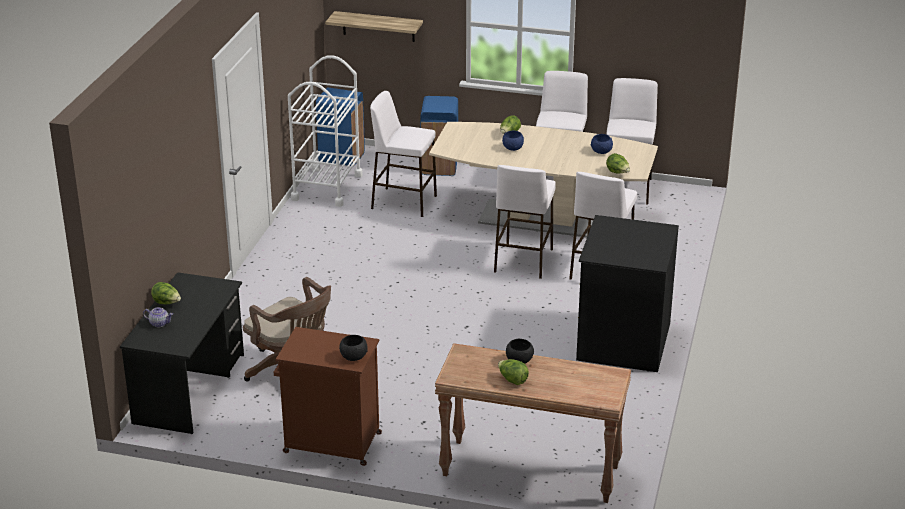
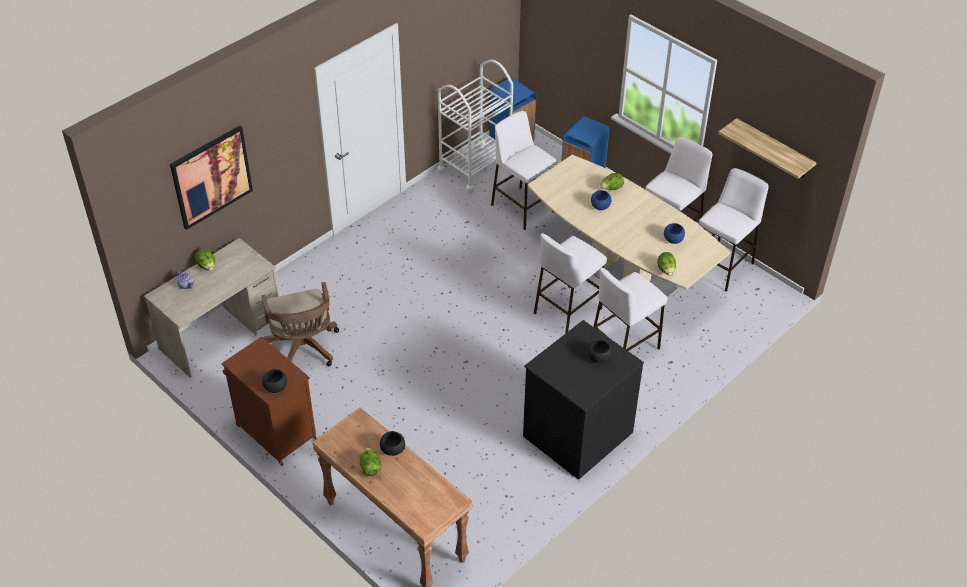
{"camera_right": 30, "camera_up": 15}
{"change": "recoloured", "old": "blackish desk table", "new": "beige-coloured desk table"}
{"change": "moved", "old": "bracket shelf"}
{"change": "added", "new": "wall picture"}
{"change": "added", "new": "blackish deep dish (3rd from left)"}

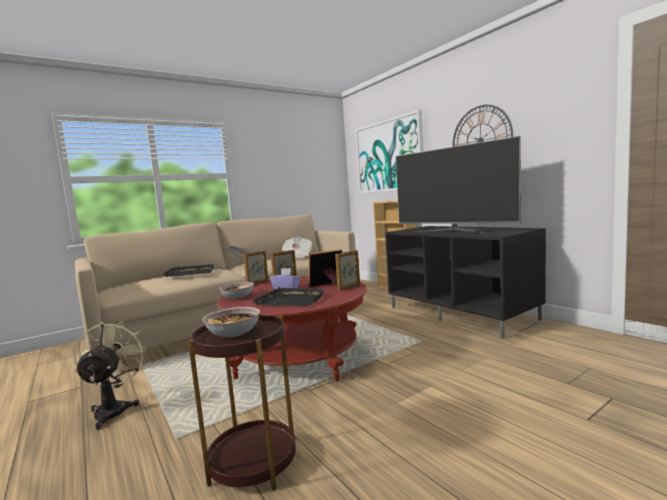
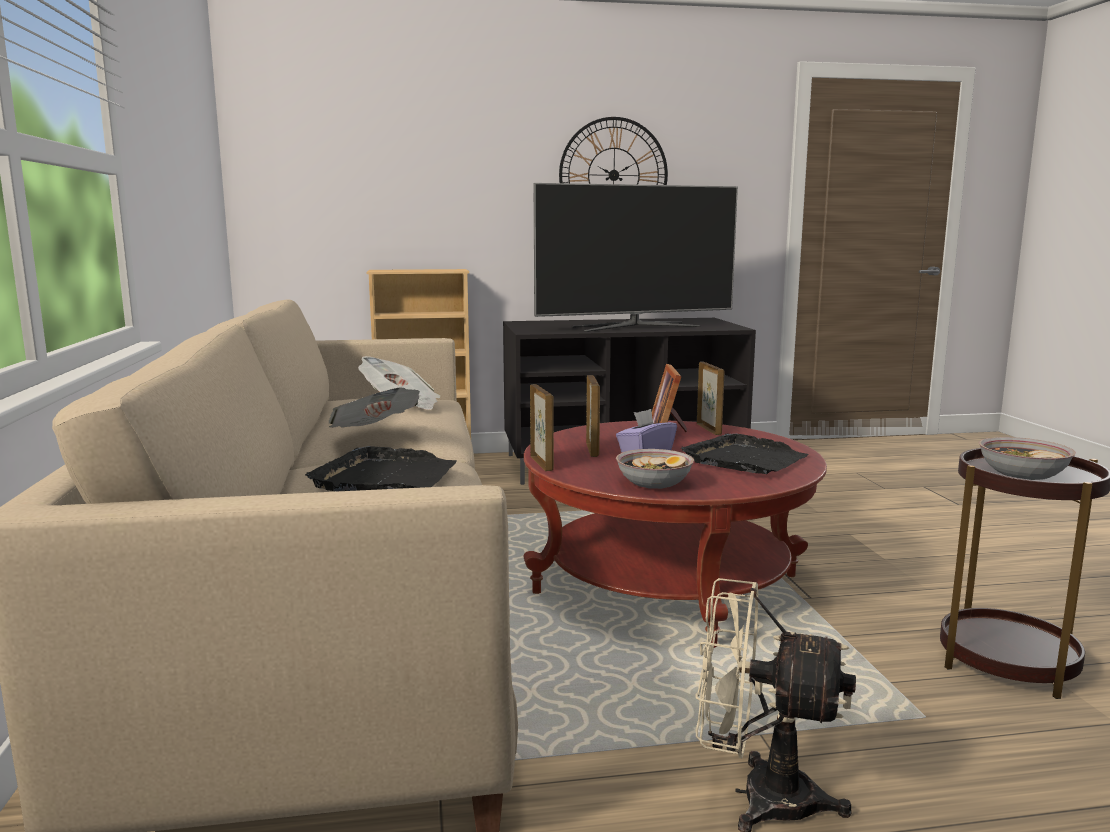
{"camera_right": -65, "camera_up": 5}
{"change": "removed", "old": "wall picture"}

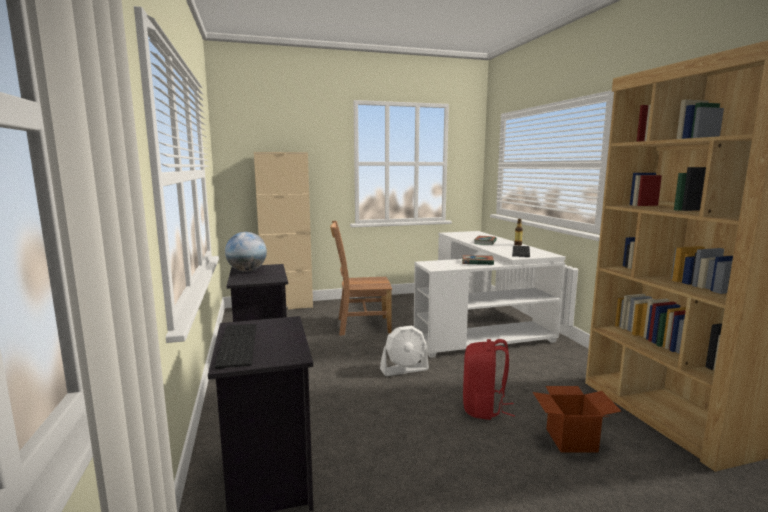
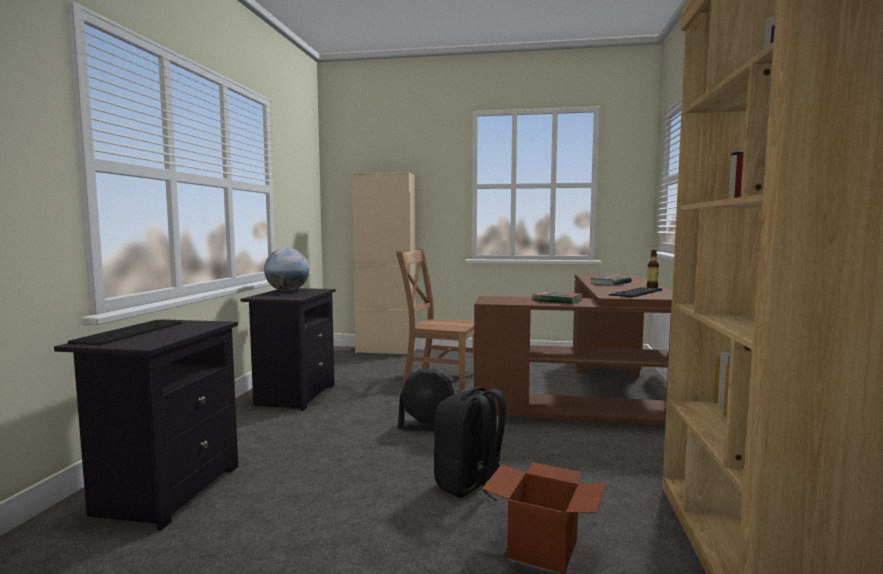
{"camera_right": 25, "camera_up": -5}
{"change": "recoloured", "old": "whitish electric fan", "new": "blackish electric fan"}
{"change": "recoloured", "old": "whitish desk table", "new": "brownish desk table"}
{"change": "recoloured", "old": "red backpack", "new": "blackish backpack"}

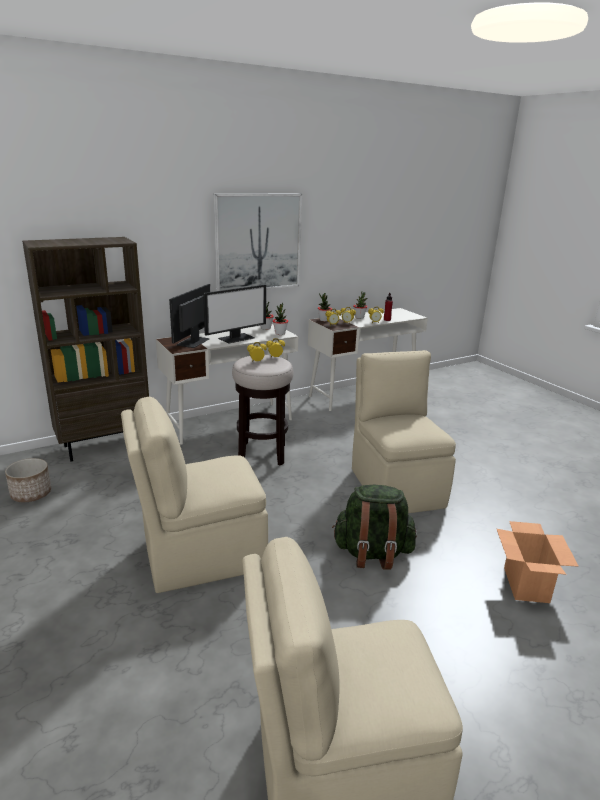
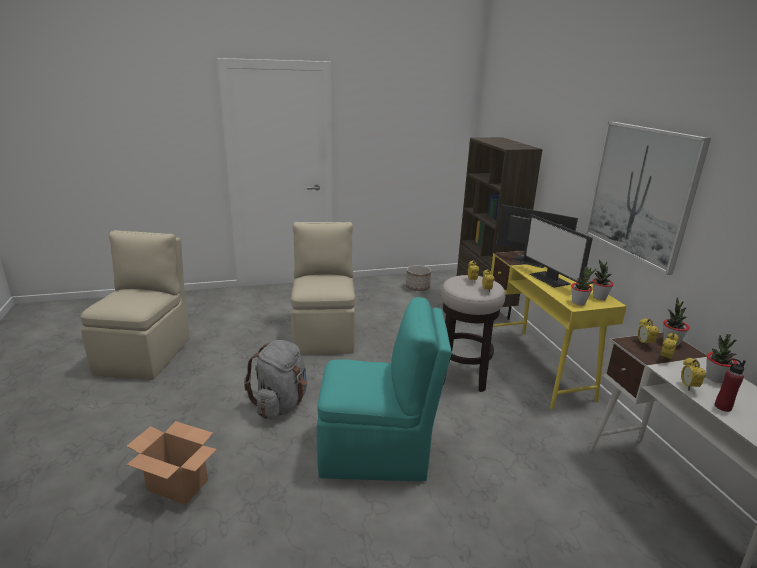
{"camera_right": 105, "camera_up": 0}
{"change": "recoloured", "old": "whitish desk table (1st from left)", "new": "yellow desk table"}
{"change": "recoloured", "old": "greenish backpack", "new": "greyish backpack"}
{"change": "recoloured", "old": "beige-coloured chair (3rd from left)", "new": "turquoise-coloured chair"}

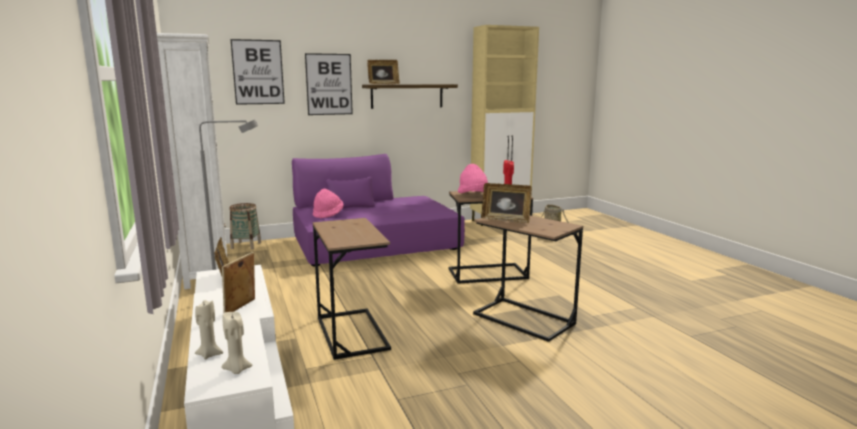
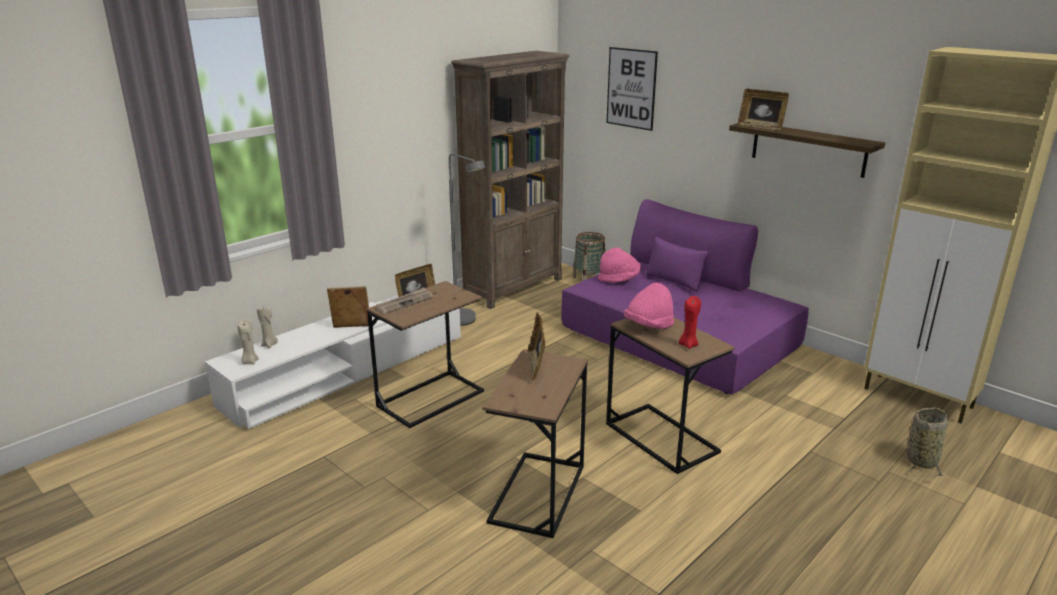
{"camera_right": 65, "camera_up": 10}
{"change": "recoloured", "old": "whitish bookcase", "new": "brownish bookcase"}
{"change": "removed", "old": "wall picture (2nd from left)"}
{"change": "added", "new": "newspaper"}

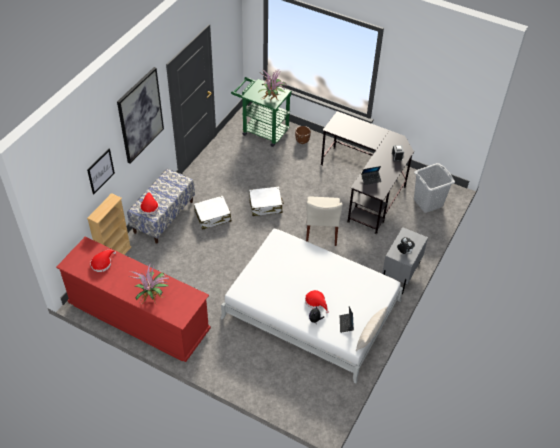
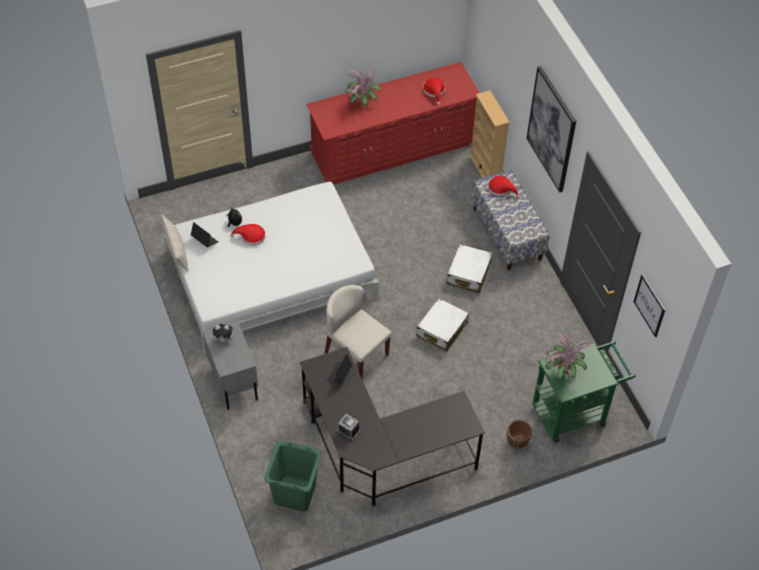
{"camera_right": 130, "camera_up": 5}
{"change": "moved", "old": "wall picture (1st from left in the first image)", "new": "wall picture (2nd from left)"}
{"change": "recoloured", "old": "greyish laundry basket", "new": "greenish laundry basket"}

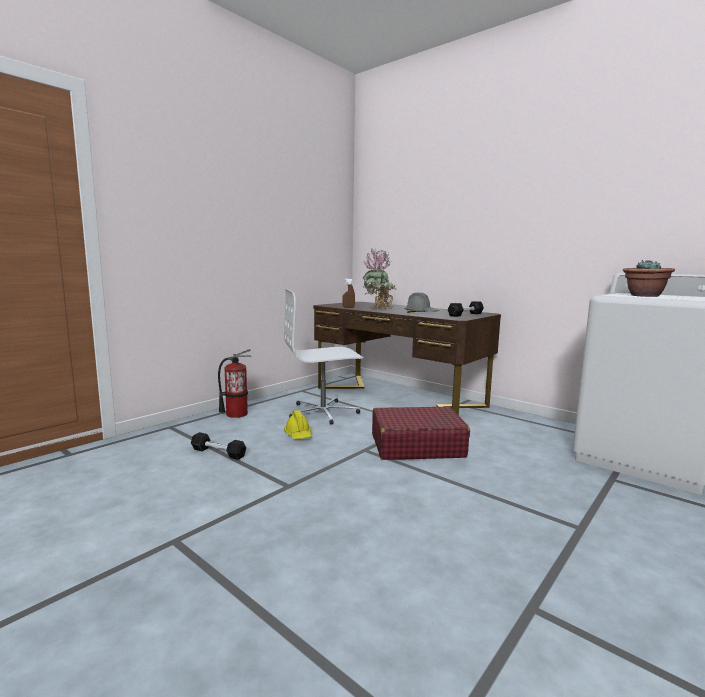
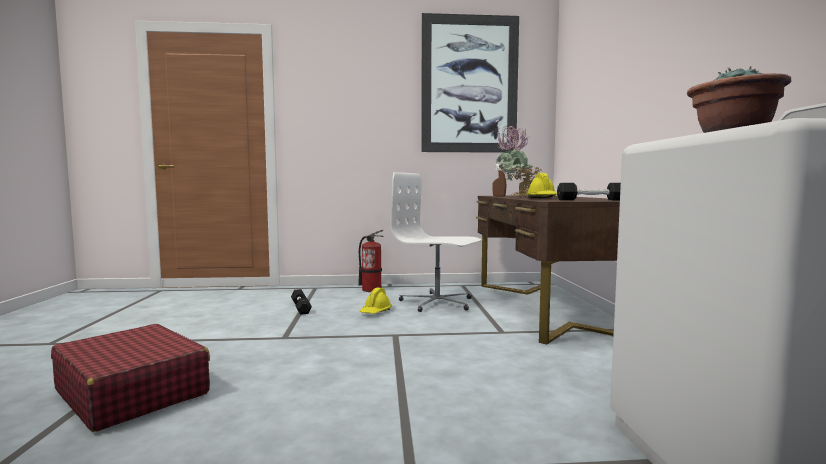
{"camera_right": 45, "camera_up": -5}
{"change": "moved", "old": "red suitcase"}
{"change": "recoloured", "old": "greyish safety helmet", "new": "yellow safety helmet (2nd from left)"}
{"change": "added", "new": "wall picture"}

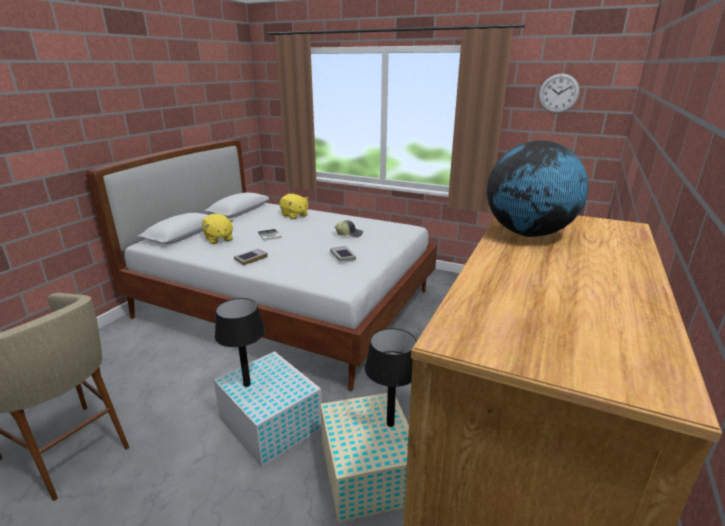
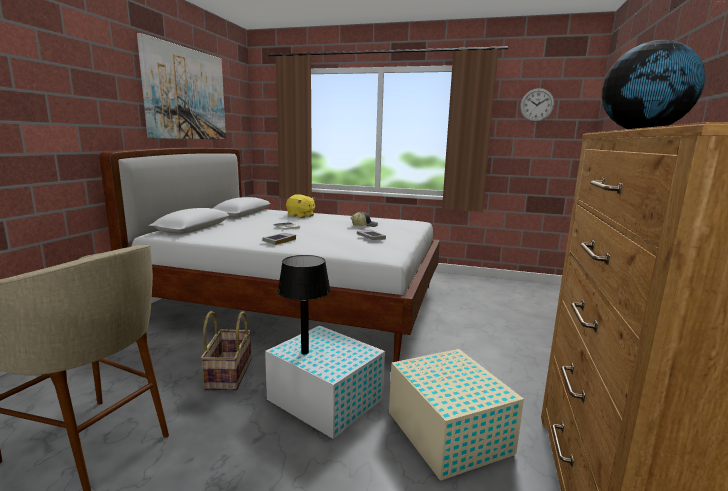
{"camera_right": -10, "camera_up": -10}
{"change": "removed", "old": "yellow soft toy (1st from left)"}
{"change": "removed", "old": "blackish table lamp (2nd from left)"}
{"change": "added", "new": "wall picture"}
{"change": "added", "new": "basket"}

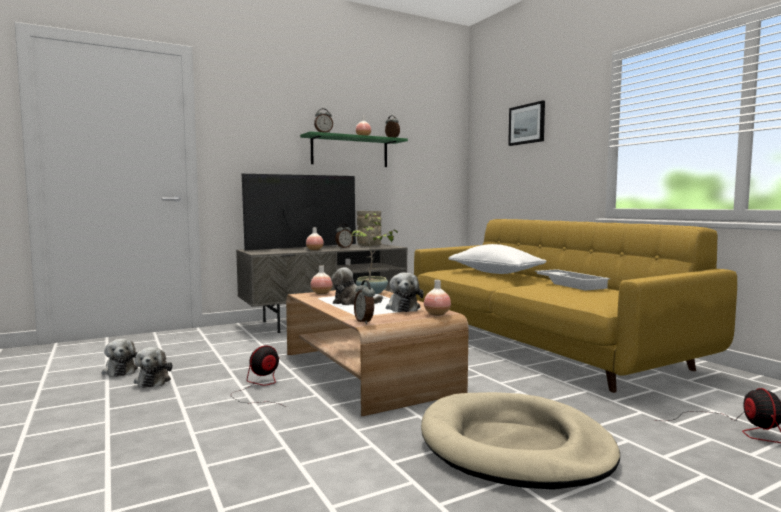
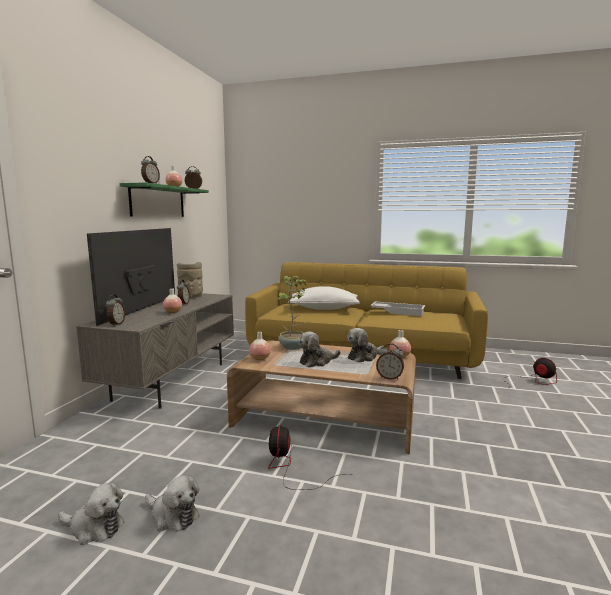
{"camera_right": -45, "camera_up": 5}
{"change": "turned", "old": "soft toy (4th from left)", "degrees": 105}
{"change": "removed", "old": "beige-coloured pet bed"}
{"change": "removed", "old": "wall picture"}
{"change": "added", "new": "bedside clock (1st from left)"}

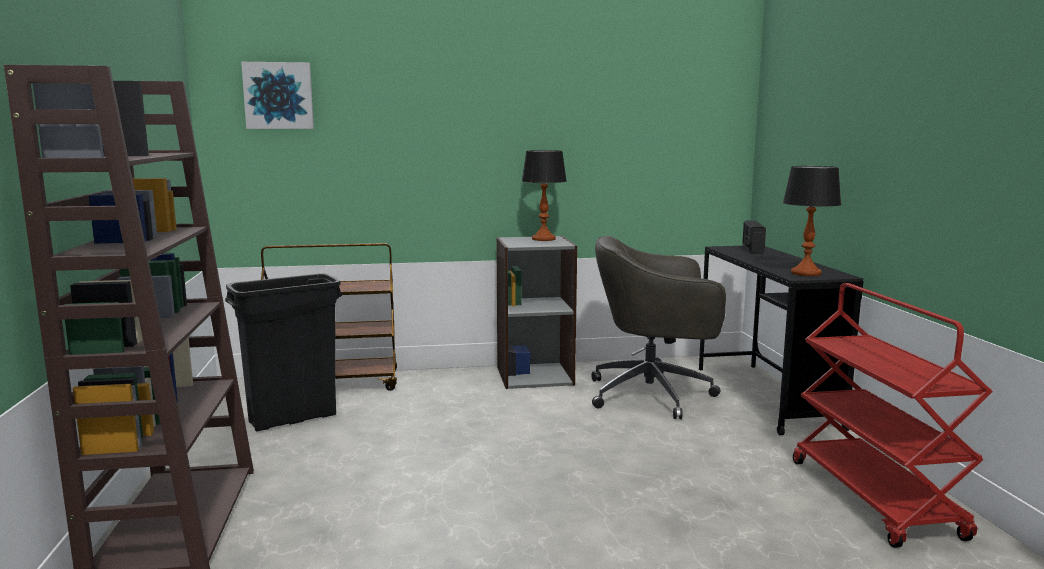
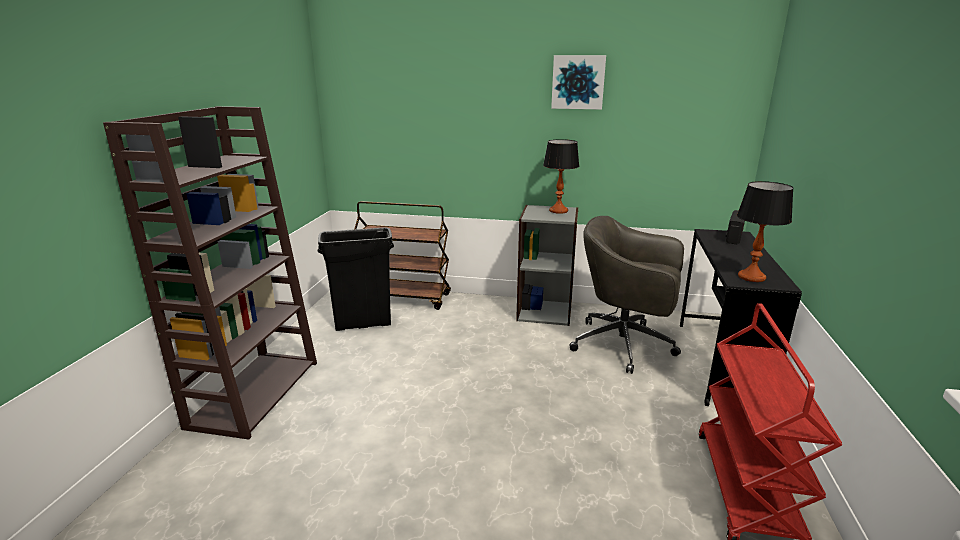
{"camera_right": 20, "camera_up": 10}
{"change": "moved", "old": "wall picture"}

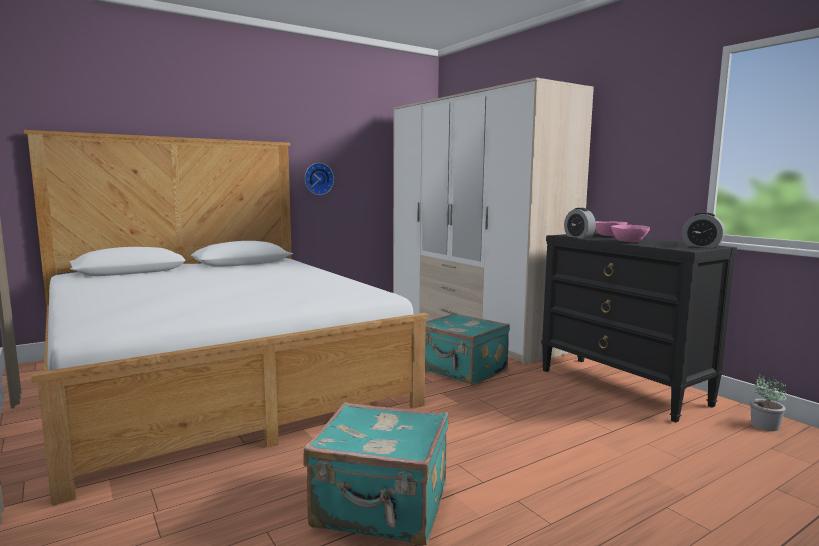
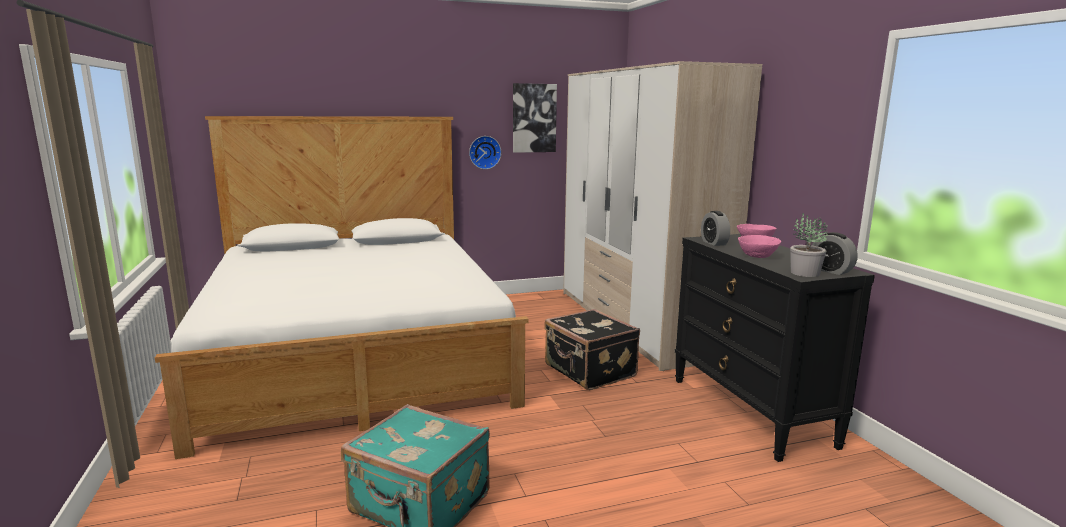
{"camera_right": 15, "camera_up": 5}
{"change": "recoloured", "old": "turquoise-coloured suitcase (2nd from left)", "new": "blackish suitcase"}
{"change": "moved", "old": "plant in a pot"}
{"change": "added", "new": "wall picture"}

